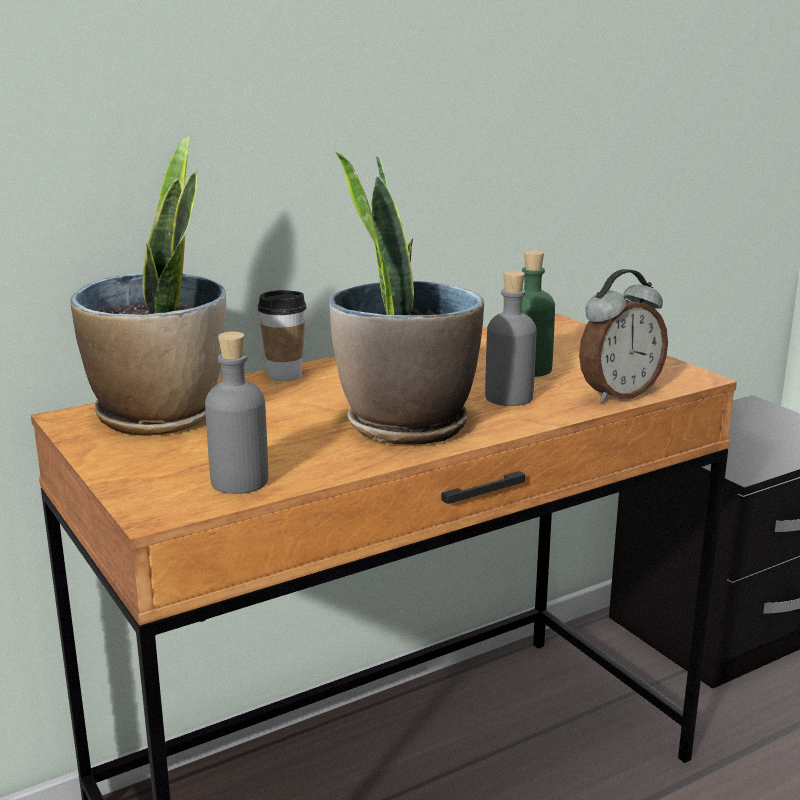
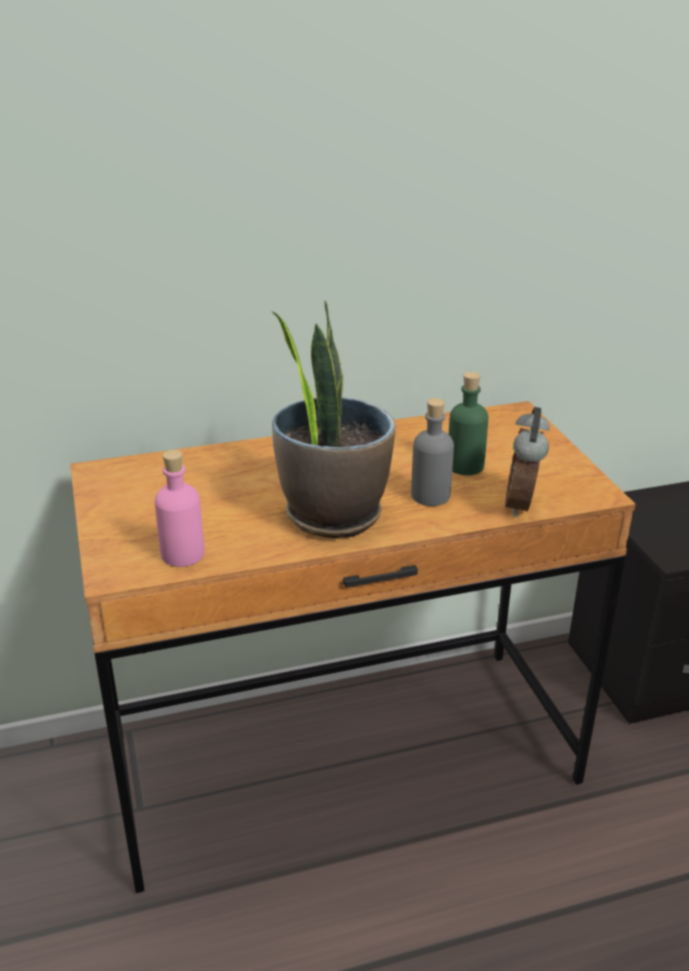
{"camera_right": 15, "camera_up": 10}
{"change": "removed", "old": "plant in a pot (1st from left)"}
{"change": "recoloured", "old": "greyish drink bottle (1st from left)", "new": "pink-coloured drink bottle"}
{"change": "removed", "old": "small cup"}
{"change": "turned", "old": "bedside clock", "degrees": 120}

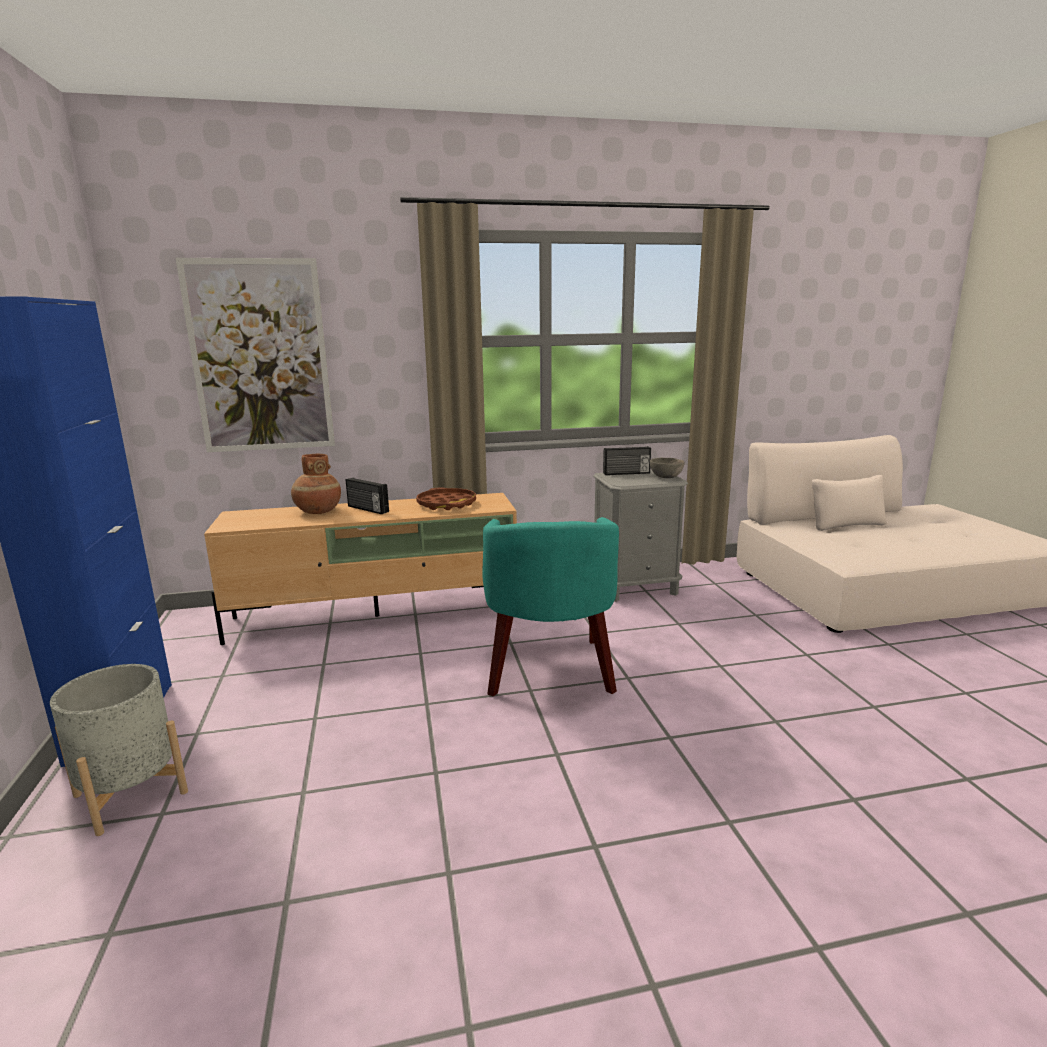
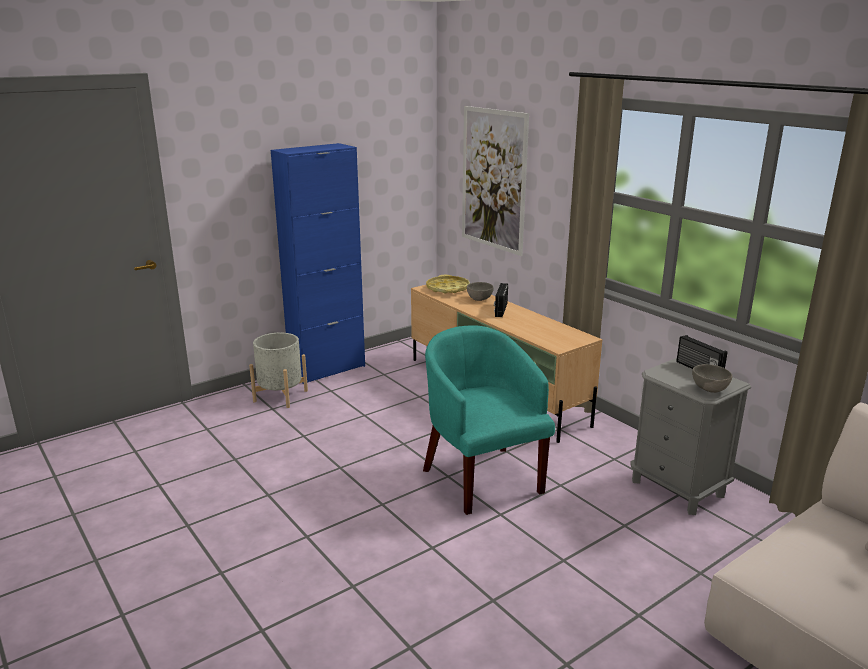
{"camera_right": 65, "camera_up": 5}
{"change": "replaced", "old": "brownish decorative vase", "new": "greyish deep dish (1st from left)"}
{"change": "removed", "old": "brownish carrying tray"}
{"change": "turned", "old": "turquoise-coloured armchair", "degrees": 90}
{"change": "added", "new": "yellow carrying tray"}

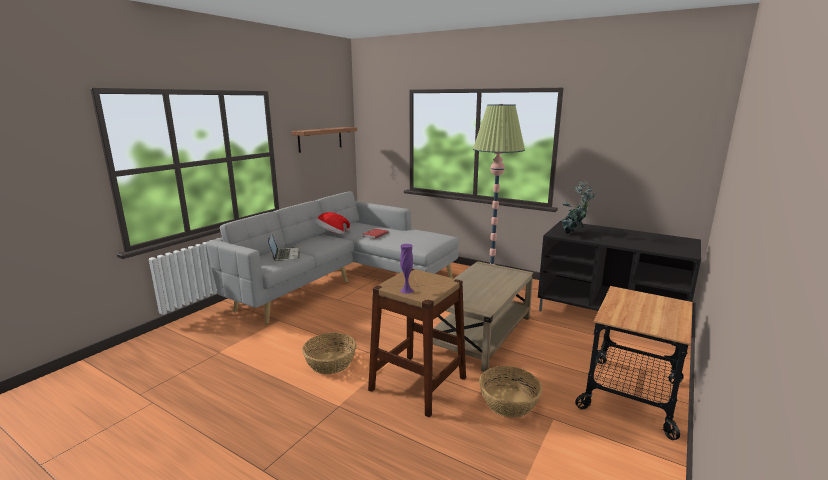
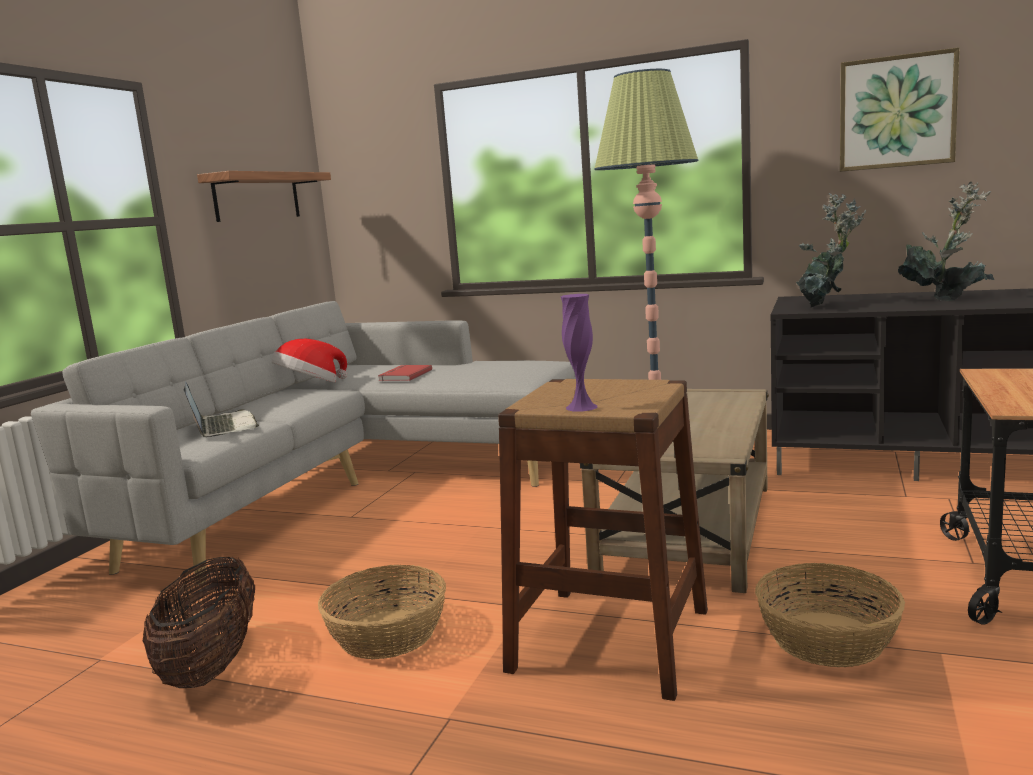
{"camera_right": -10, "camera_up": -5}
{"change": "added", "new": "basket (1st from left)"}
{"change": "added", "new": "wall picture"}
{"change": "added", "new": "plant in a pot (2nd from left)"}

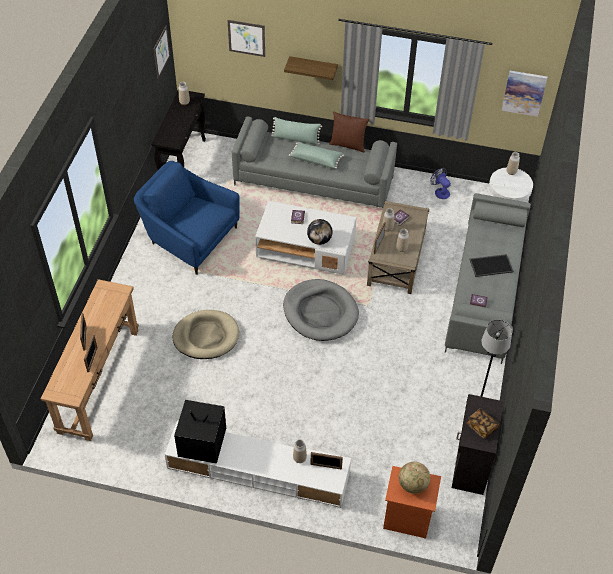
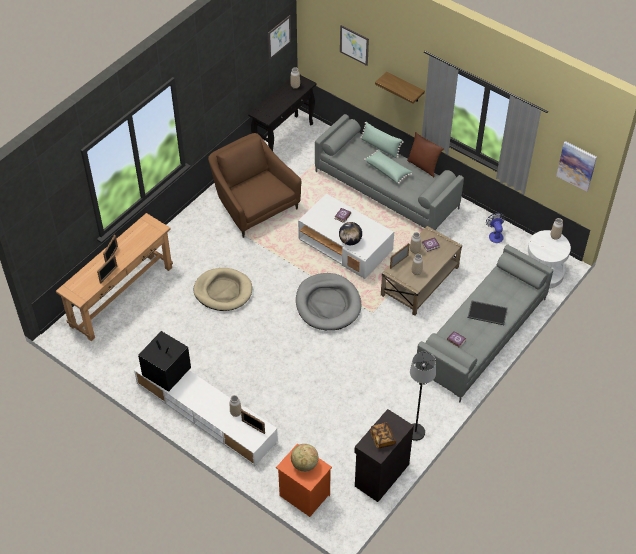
{"camera_right": 25, "camera_up": 0}
{"change": "recoloured", "old": "blue armchair", "new": "brownish armchair"}

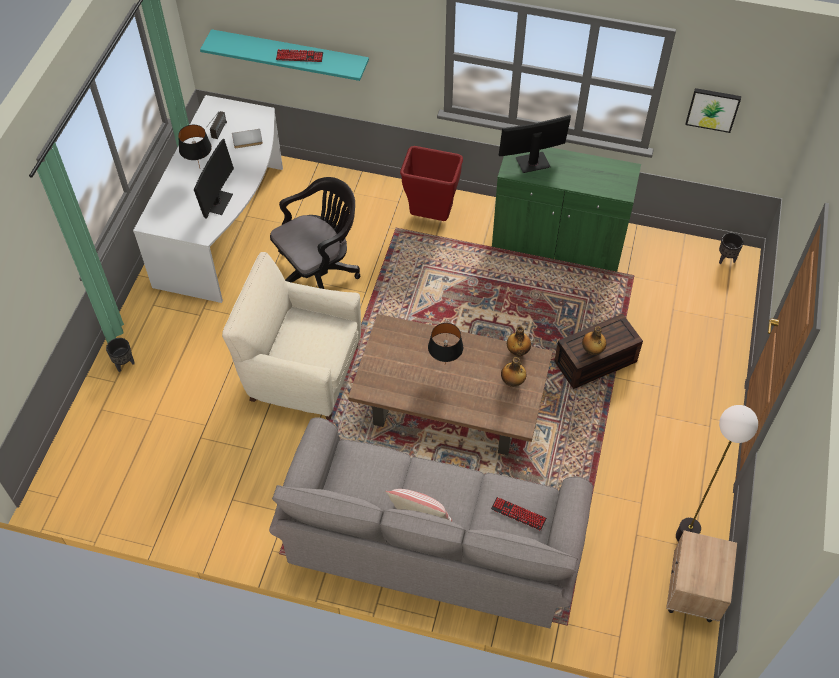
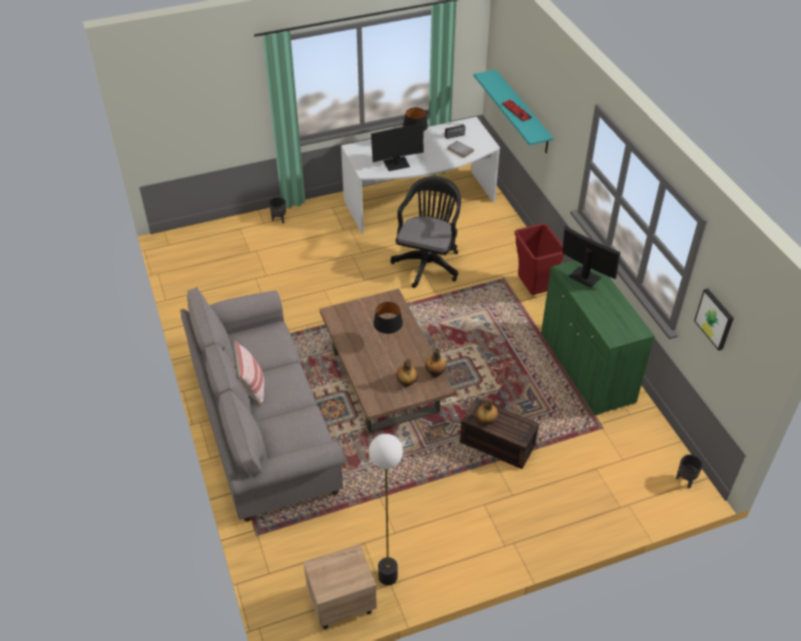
{"camera_right": 55, "camera_up": -10}
{"change": "removed", "old": "beige-coloured armchair"}
{"change": "turned", "old": "blackish office chair", "degrees": -90}
{"change": "removed", "old": "PC keyboard (2nd from left)"}

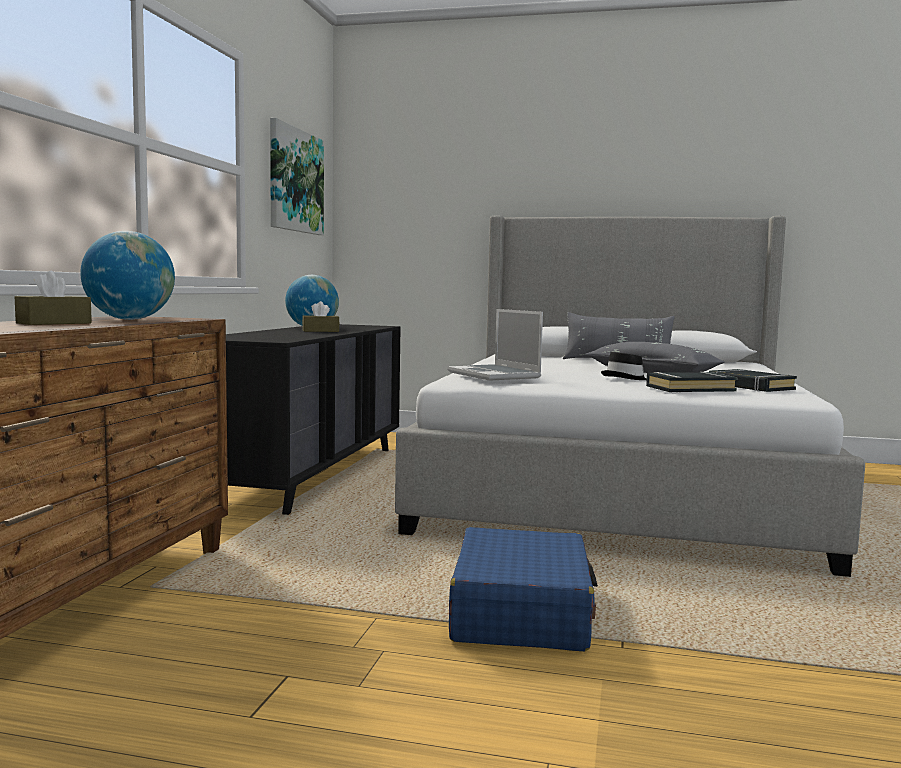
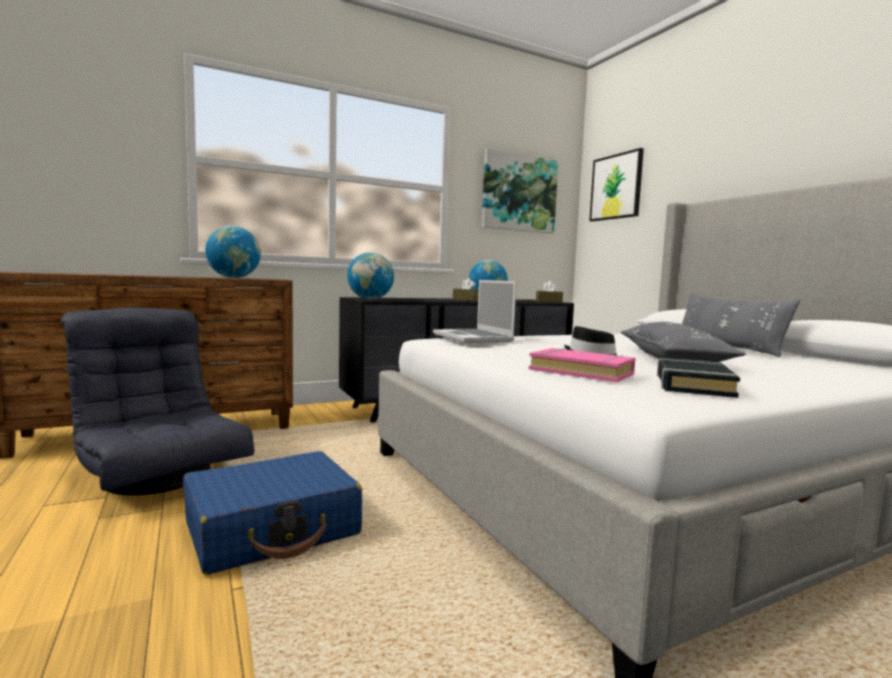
{"camera_right": 50, "camera_up": 0}
{"change": "moved", "old": "brownish box of tissues (1st from left in the first image)", "new": "brownish box of tissues (2nd from left)"}
{"change": "turned", "old": "laptop", "degrees": -45}
{"change": "recoloured", "old": "blackish book (1st from left)", "new": "pink-coloured book"}
{"change": "added", "new": "greyish armchair"}
{"change": "added", "new": "world globe (2nd from left)"}
{"change": "added", "new": "wall picture (2nd from left)"}

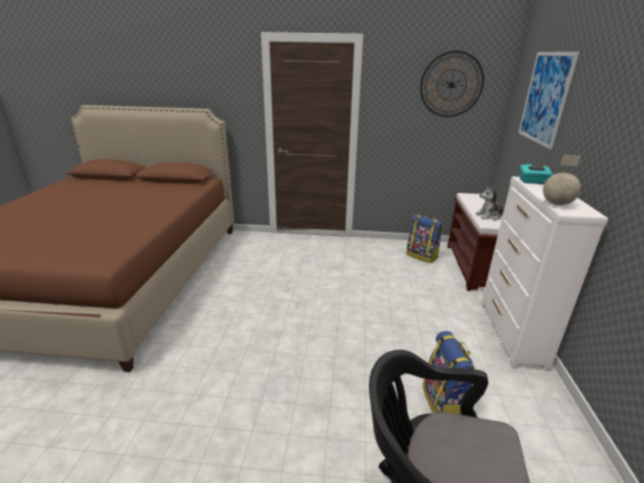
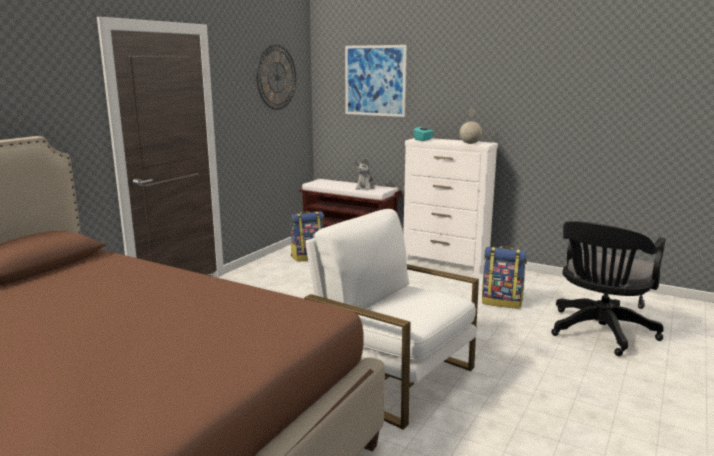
{"camera_right": -65, "camera_up": -10}
{"change": "added", "new": "whitish armchair"}

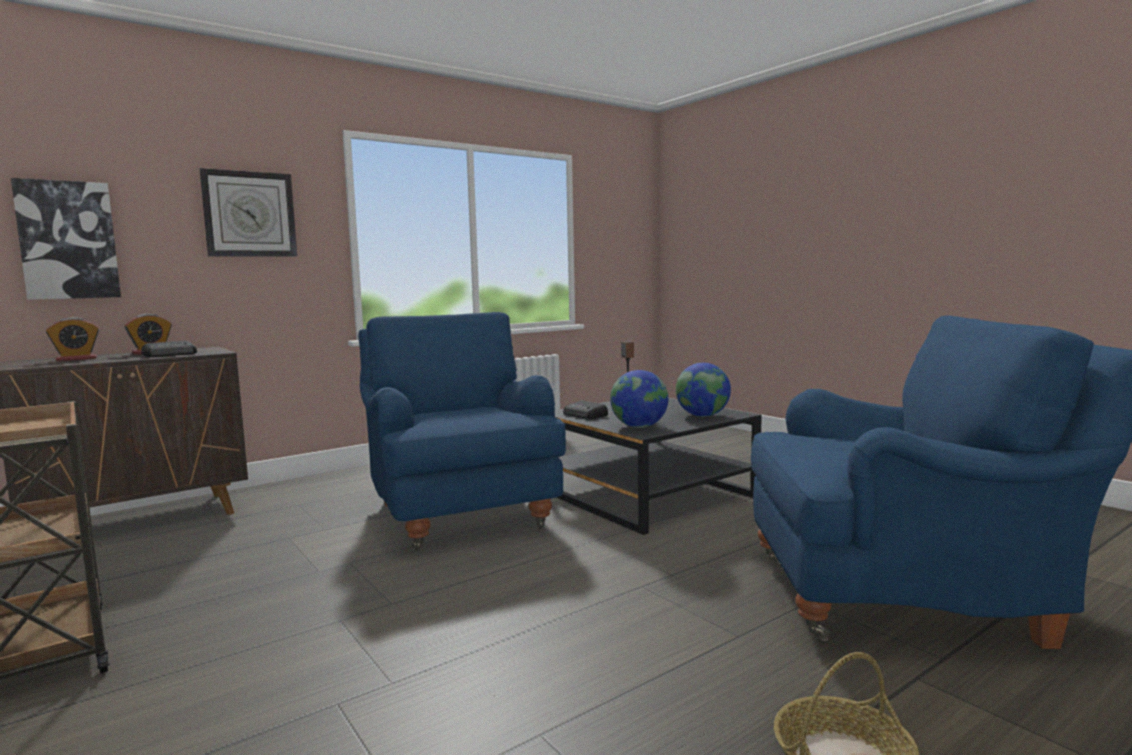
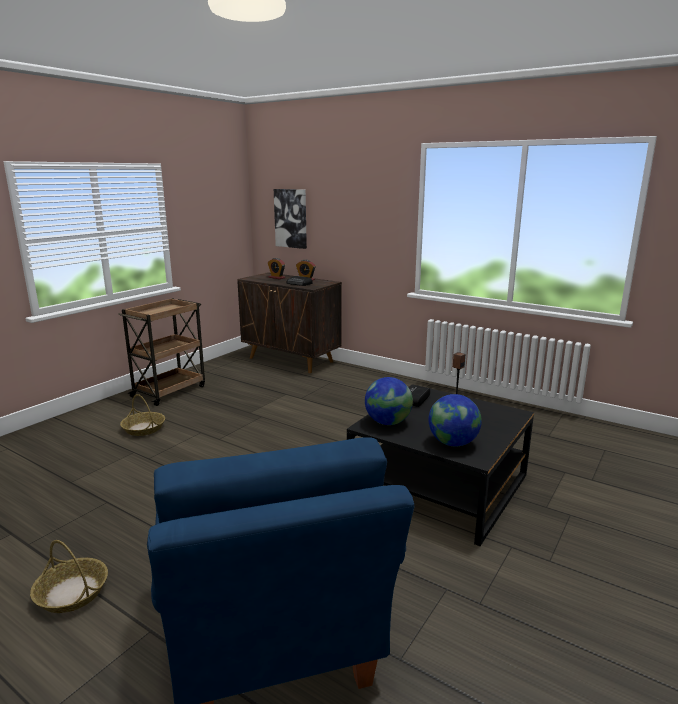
{"camera_right": 70, "camera_up": 10}
{"change": "removed", "old": "wall clock"}
{"change": "removed", "old": "blue armchair (1st from left)"}
{"change": "added", "new": "basket (2nd from left)"}

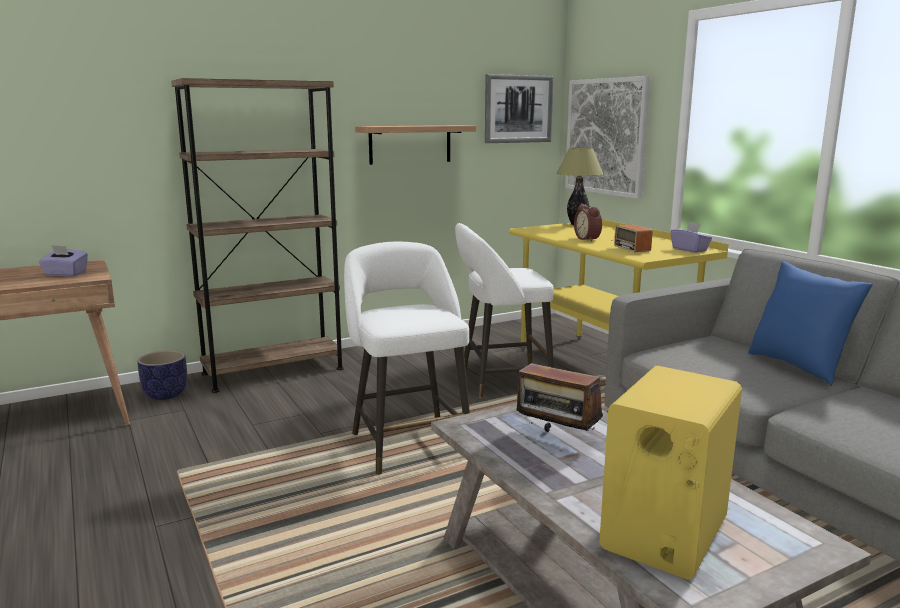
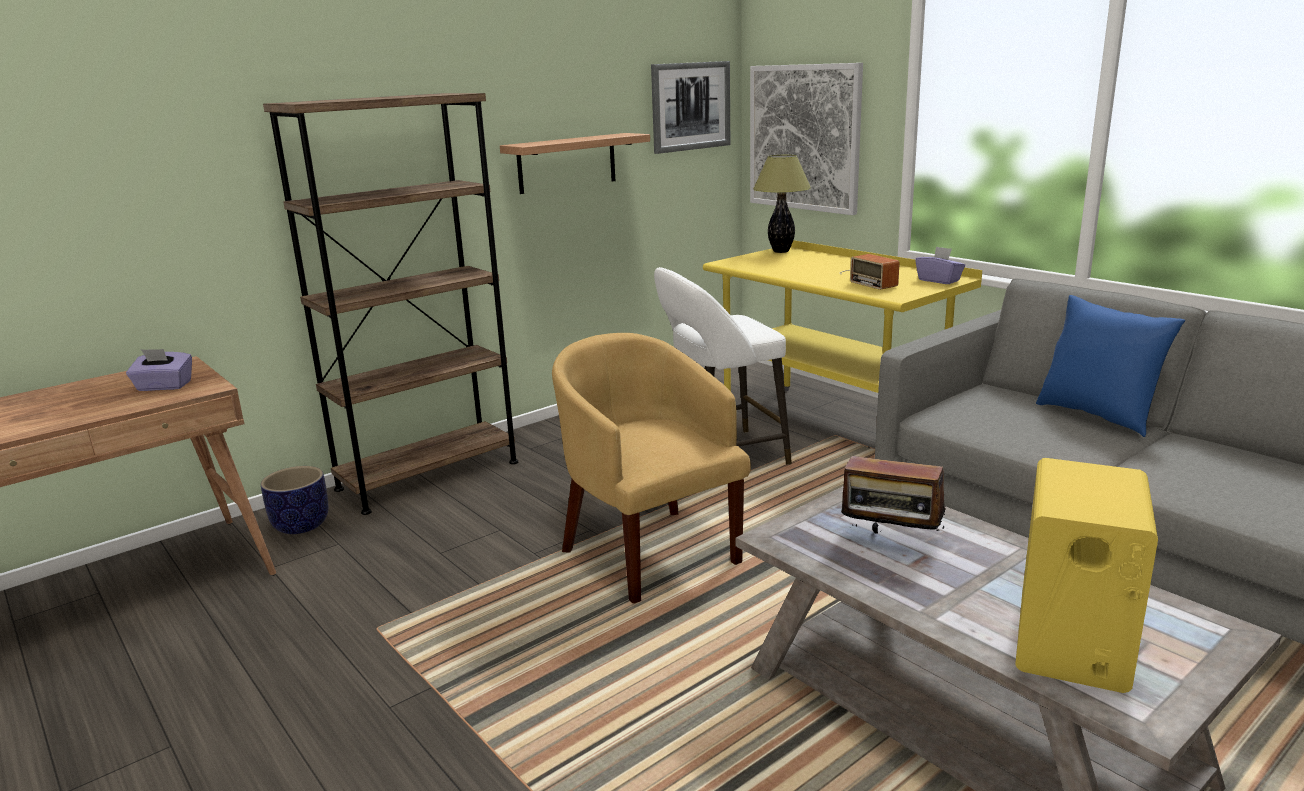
{"camera_right": -10, "camera_up": 5}
{"change": "replaced", "old": "whitish sitting stool (1st from left)", "new": "yellow armchair"}
{"change": "removed", "old": "bedside clock"}

